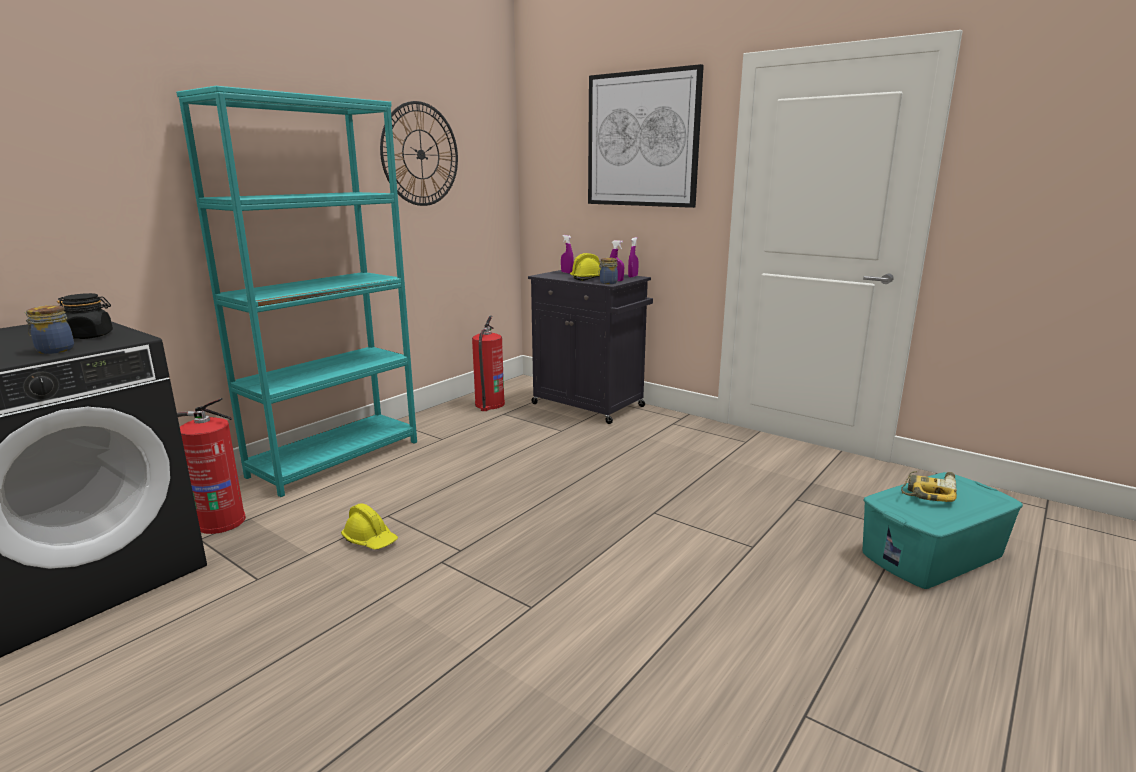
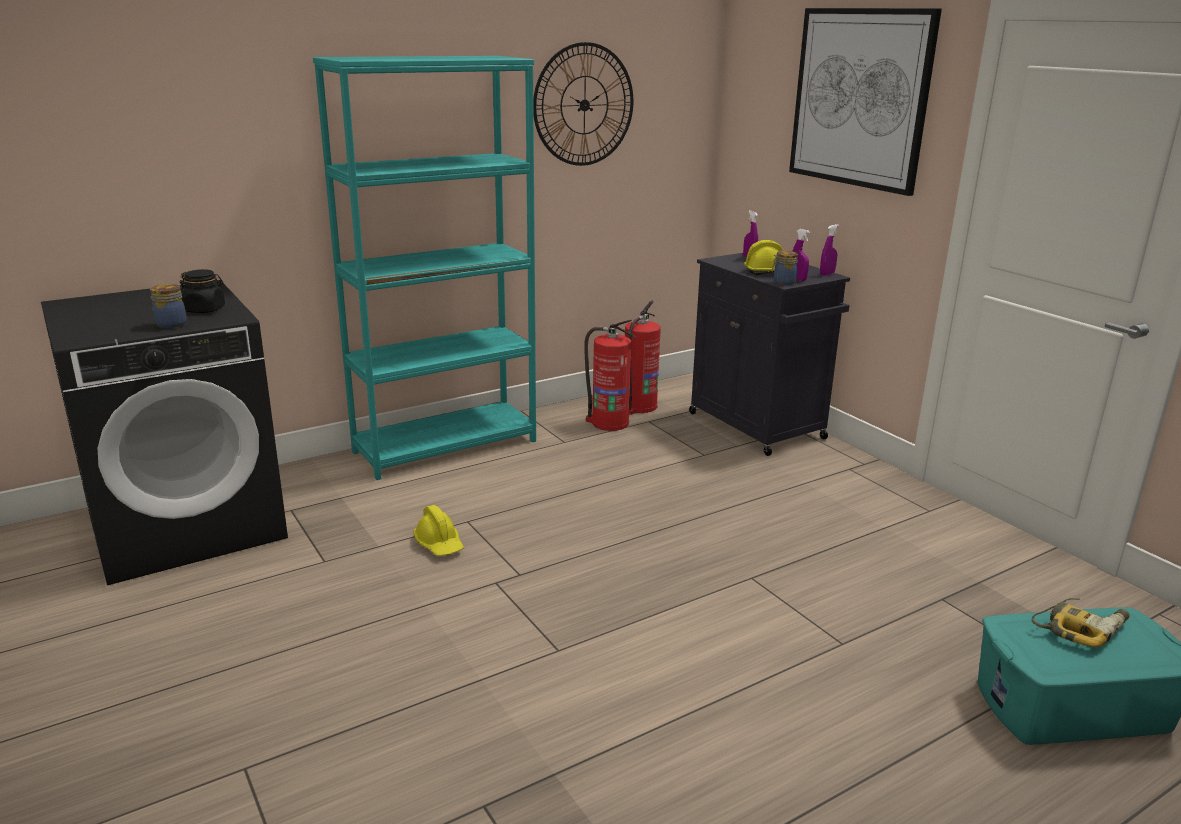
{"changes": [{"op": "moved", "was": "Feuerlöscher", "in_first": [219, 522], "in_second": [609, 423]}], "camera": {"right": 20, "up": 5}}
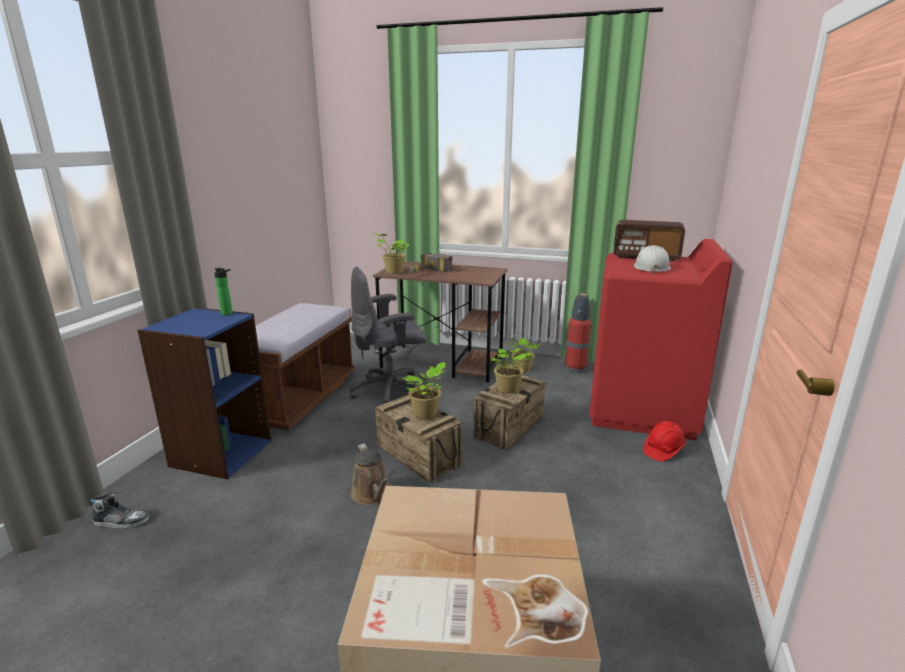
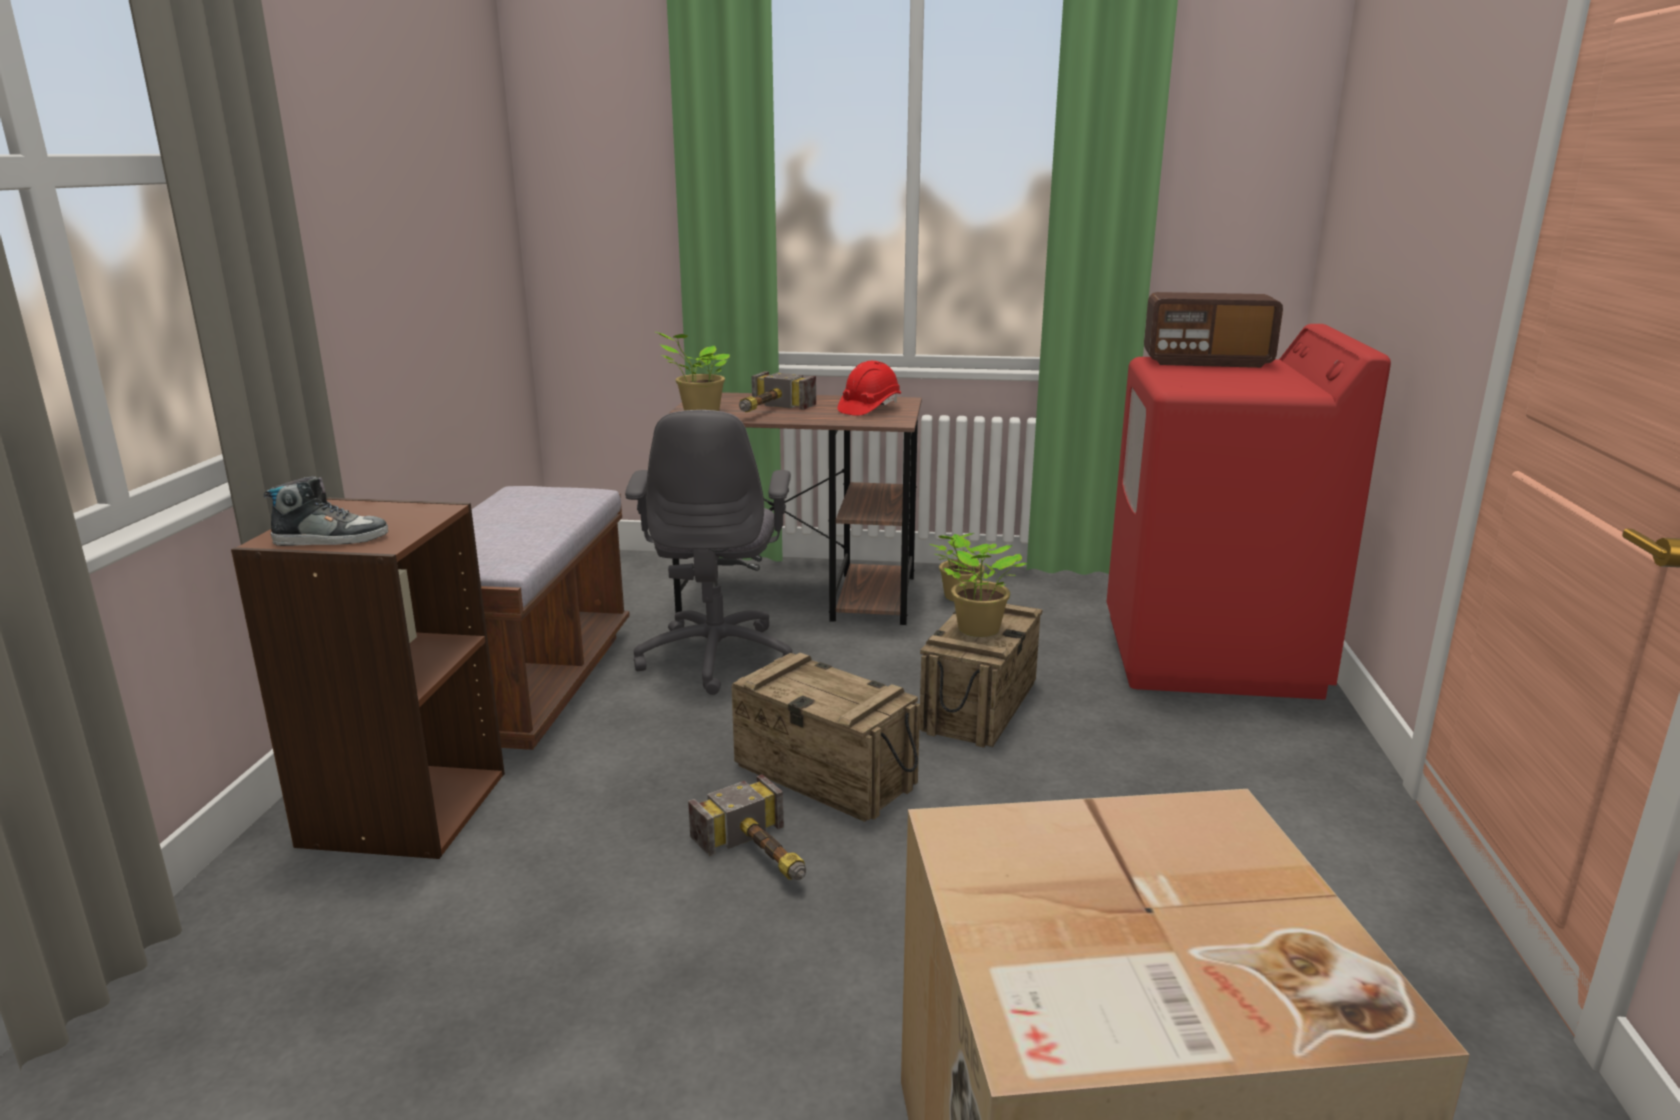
{"changes": [{"op": "moved", "was": "Schuh", "in_first": [121, 522], "in_second": [331, 539]}, {"op": "recoloured", "was": "Bücherregal [blau]", "now": "Bücherregal [braun]", "in_first": [220, 453], "in_second": [402, 808]}, {"op": "removed", "was": "Flasche", "in_first": [228, 313]}, {"op": "turned", "was": "Bürostuhl [grau]", "in_first": [391, 391], "in_second": [717, 656], "clockwise": -60}, {"op": "replaced", "was": "Gießkanne [braun]", "now": "Hammer", "in_first": [372, 495], "in_second": [763, 857]}, {"op": "removed", "was": "Topfpflanze", "in_first": [426, 413]}, {"op": "removed", "was": "Feuerlöscher", "in_first": [576, 369]}, {"op": "removed", "was": "Schutzhelm [weiß]", "in_first": [651, 267]}, {"op": "moved", "was": "Schutzhelm [rot]", "in_first": [663, 450], "in_second": [869, 409]}], "camera": {"right": -10, "up": 0}}
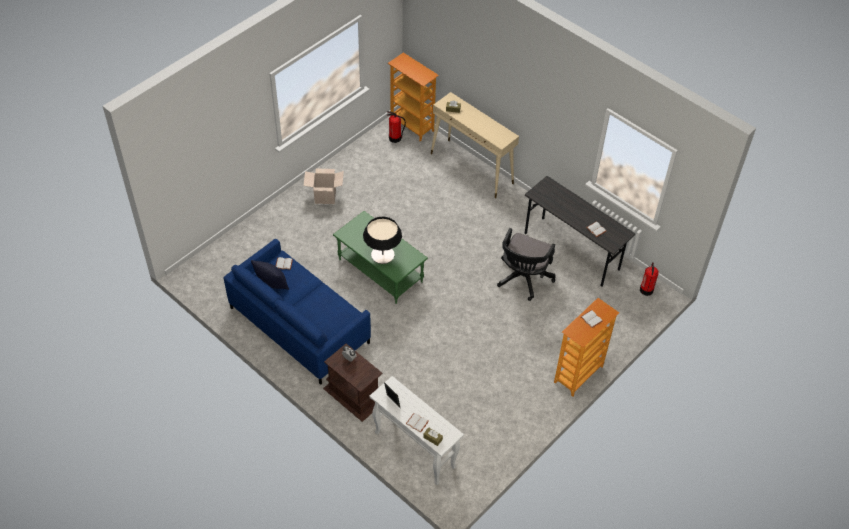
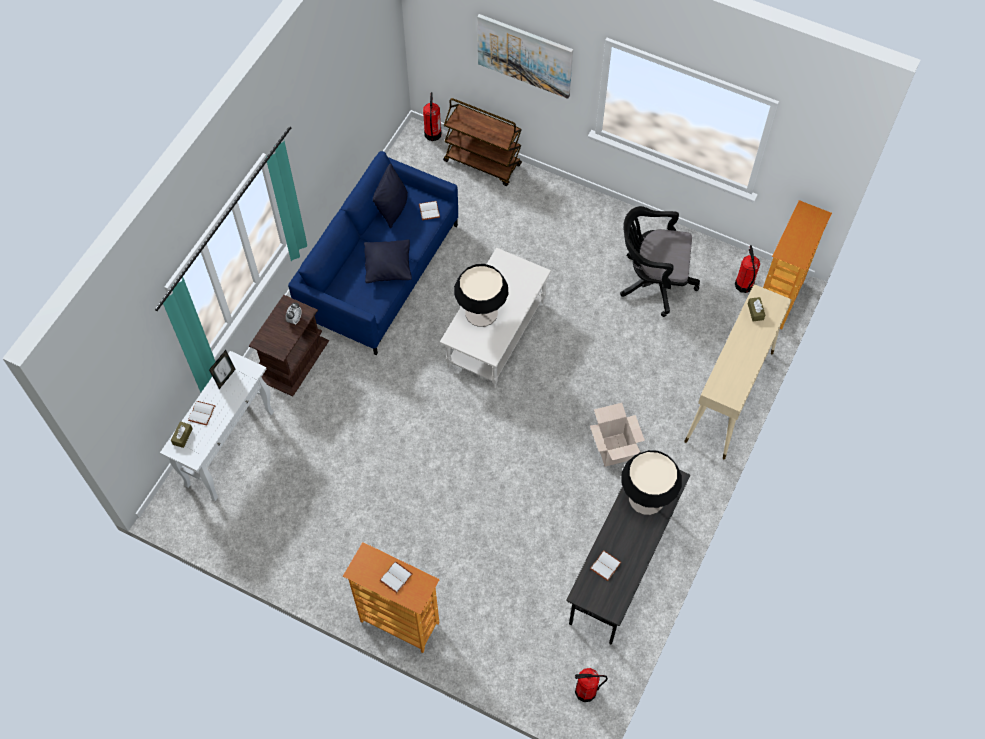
{"changes": [{"op": "moved", "was": "Karton", "in_first": [325, 196], "in_second": [614, 449]}, {"op": "recoloured", "was": "Couchtisch [grün]", "now": "Couchtisch [weiß]", "in_first": [379, 271], "in_second": [495, 333]}, {"op": "moved", "was": "Bürostuhl [schwarz]", "in_first": [523, 279], "in_second": [652, 282]}, {"op": "added", "now": "Kissen [schwarz]", "in_second": [388, 268]}, {"op": "added", "now": "Feuerlöscher", "in_second": [432, 134]}, {"op": "added", "now": "Rollwagen [braun]", "in_second": [483, 163]}, {"op": "added", "now": "Bild", "in_second": [525, 55]}, {"op": "added", "now": "Tischlampe", "in_second": [646, 498]}], "camera": {"right": 75, "up": 10}}
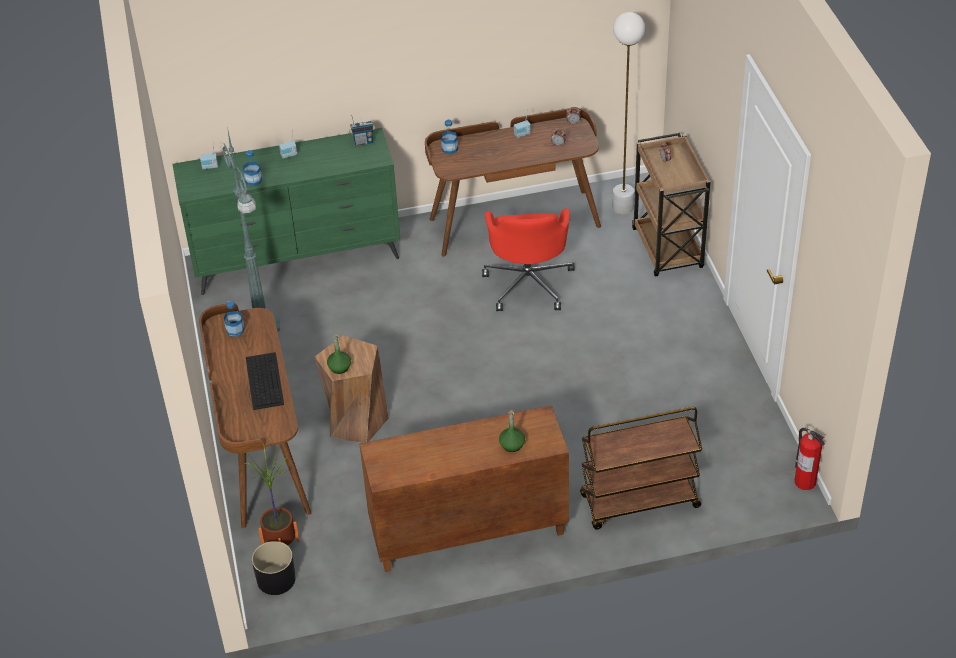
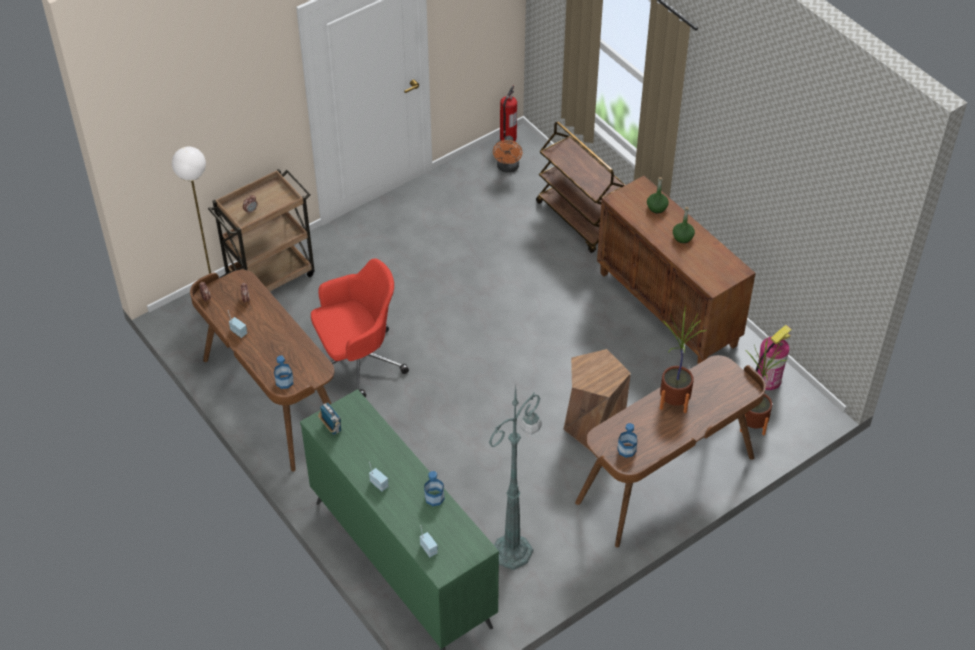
{"changes": [{"op": "replaced", "was": "Tastatur", "now": "Topfpflanze", "in_first": [264, 380], "in_second": [674, 401]}, {"op": "removed", "was": "Pflanzkübel [schwarz]", "in_first": [276, 579]}, {"op": "moved", "was": "Flasche [grün]", "in_first": [339, 367], "in_second": [683, 237]}, {"op": "added", "now": "Ventilator [orange]", "in_second": [507, 168]}, {"op": "added", "now": "Feuerlöscher", "in_second": [768, 379]}], "camera": {"right": -115, "up": 5}}
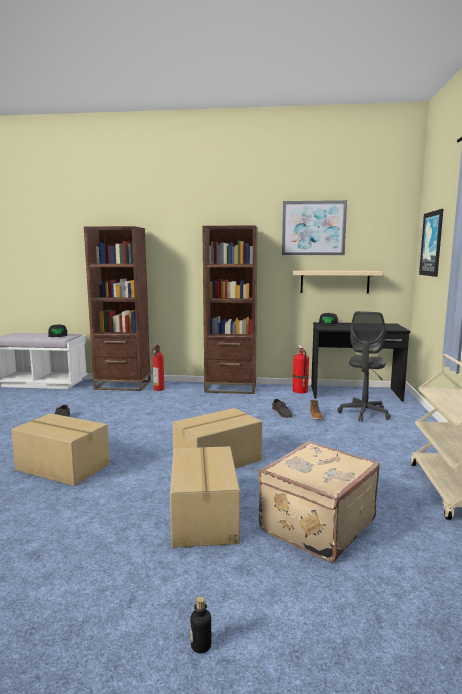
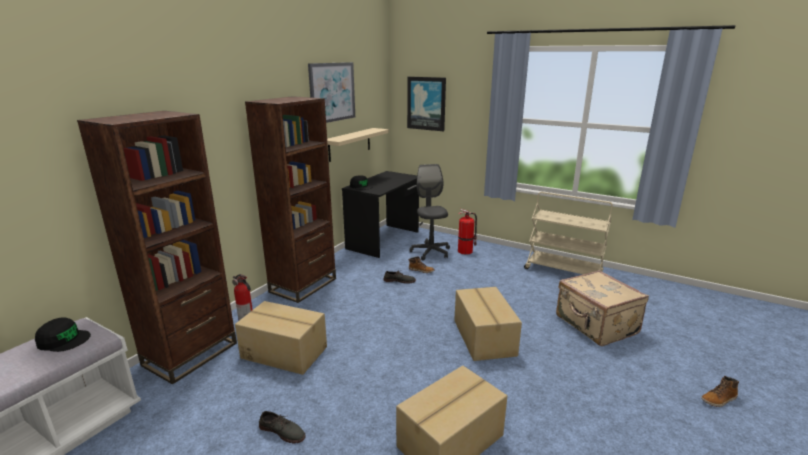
{"changes": [{"op": "moved", "was": "Karton", "in_first": [205, 516], "in_second": [284, 352]}, {"op": "replaced", "was": "Flasche", "now": "Stiefel", "in_first": [201, 645], "in_second": [719, 399]}, {"op": "moved", "was": "Feuerlöscher", "in_first": [300, 391], "in_second": [466, 251]}, {"op": "turned", "was": "Bürostuhl [grau]", "in_first": [364, 414], "in_second": [430, 252], "clockwise": -150}], "camera": {"right": -65, "up": 10}}
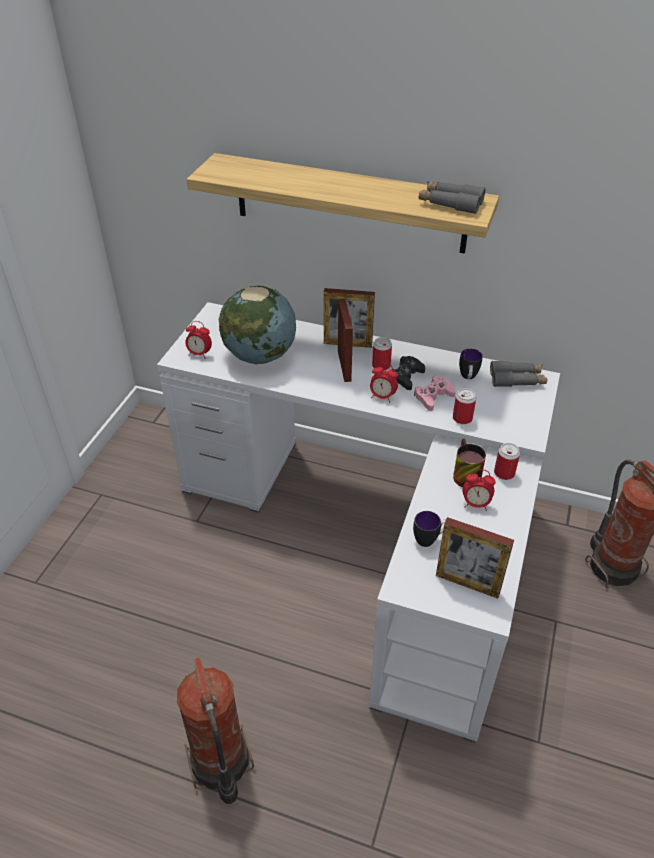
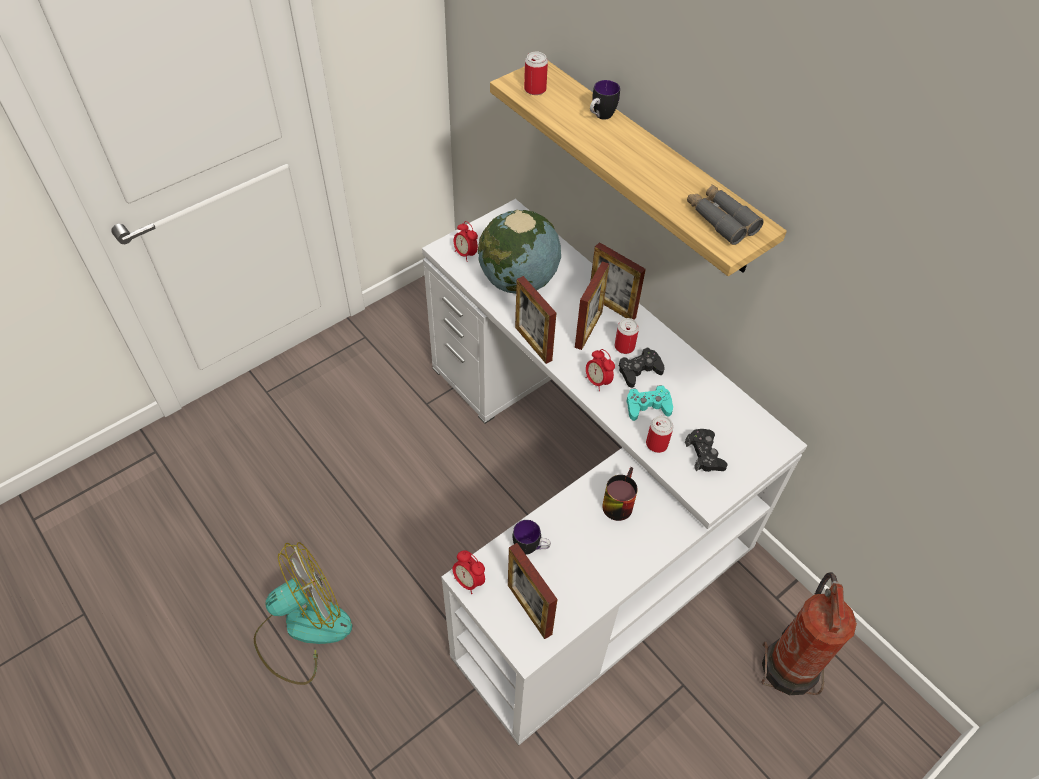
{"changes": [{"op": "replaced", "was": "Feuerlöscher", "now": "Ventilator", "in_first": [220, 764], "in_second": [302, 629]}, {"op": "recoloured", "was": "Gamepad [rosa]", "now": "Gamepad [türkis]", "in_first": [433, 397], "in_second": [647, 406]}, {"op": "moved", "was": "Henkelbecher", "in_first": [468, 378], "in_second": [600, 117]}, {"op": "moved", "was": "Wecker", "in_first": [475, 504], "in_second": [469, 581]}, {"op": "removed", "was": "Fernglas [grau]", "in_first": [517, 379]}, {"op": "moved", "was": "Dose", "in_first": [504, 473], "in_second": [535, 89]}, {"op": "added", "now": "Bilderrahmen", "in_second": [533, 343]}, {"op": "added", "now": "Gamepad [schwarz]", "in_second": [704, 454]}], "camera": {"right": 30, "up": 10}}
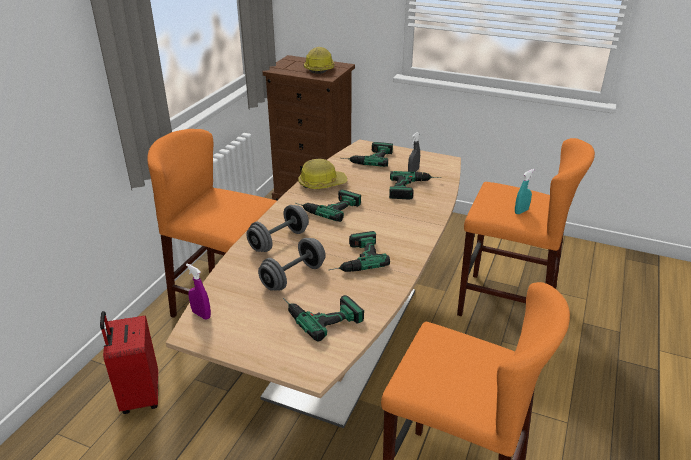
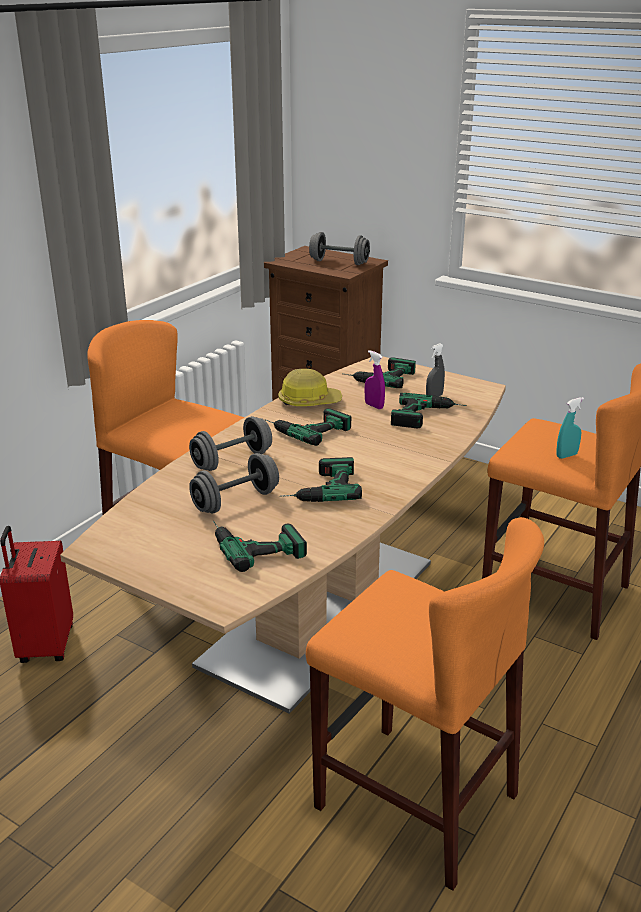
{"changes": [{"op": "moved", "was": "Sprühflasche [lila]", "in_first": [201, 314], "in_second": [374, 406]}, {"op": "replaced", "was": "Schutzhelm", "now": "Hantel [grau]", "in_first": [319, 68], "in_second": [339, 262]}], "camera": {"right": 10, "up": -5}}
